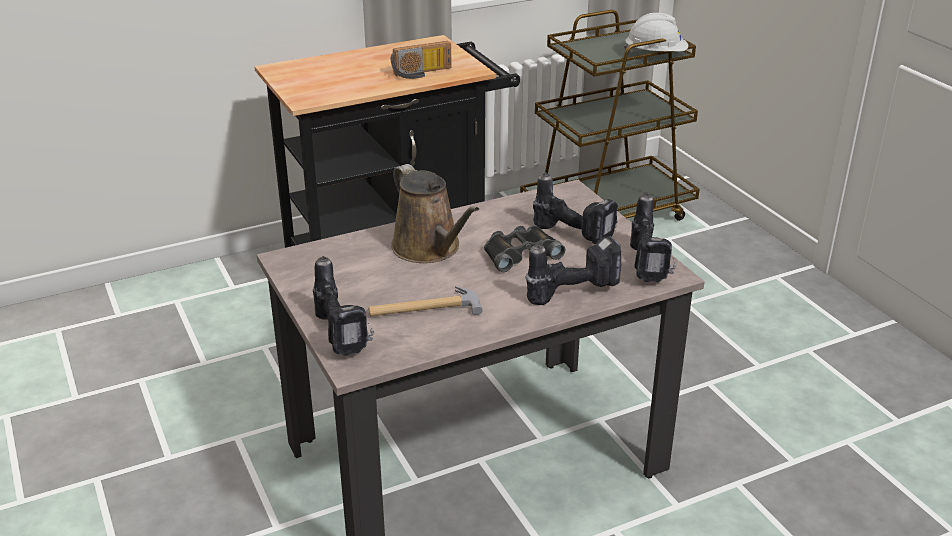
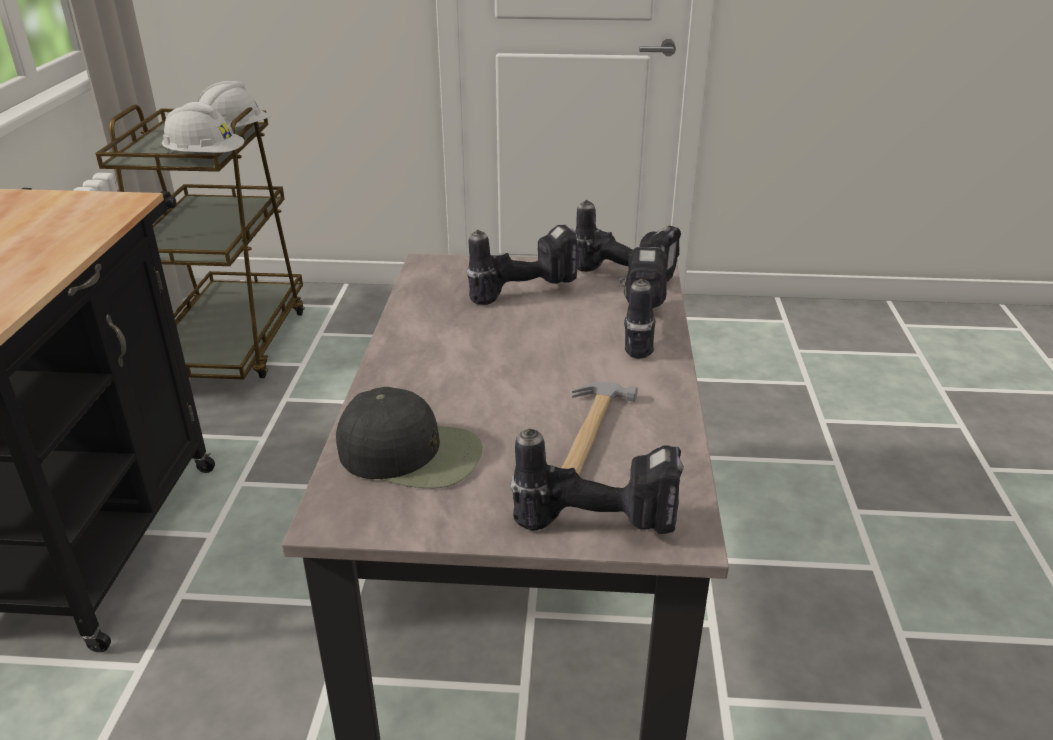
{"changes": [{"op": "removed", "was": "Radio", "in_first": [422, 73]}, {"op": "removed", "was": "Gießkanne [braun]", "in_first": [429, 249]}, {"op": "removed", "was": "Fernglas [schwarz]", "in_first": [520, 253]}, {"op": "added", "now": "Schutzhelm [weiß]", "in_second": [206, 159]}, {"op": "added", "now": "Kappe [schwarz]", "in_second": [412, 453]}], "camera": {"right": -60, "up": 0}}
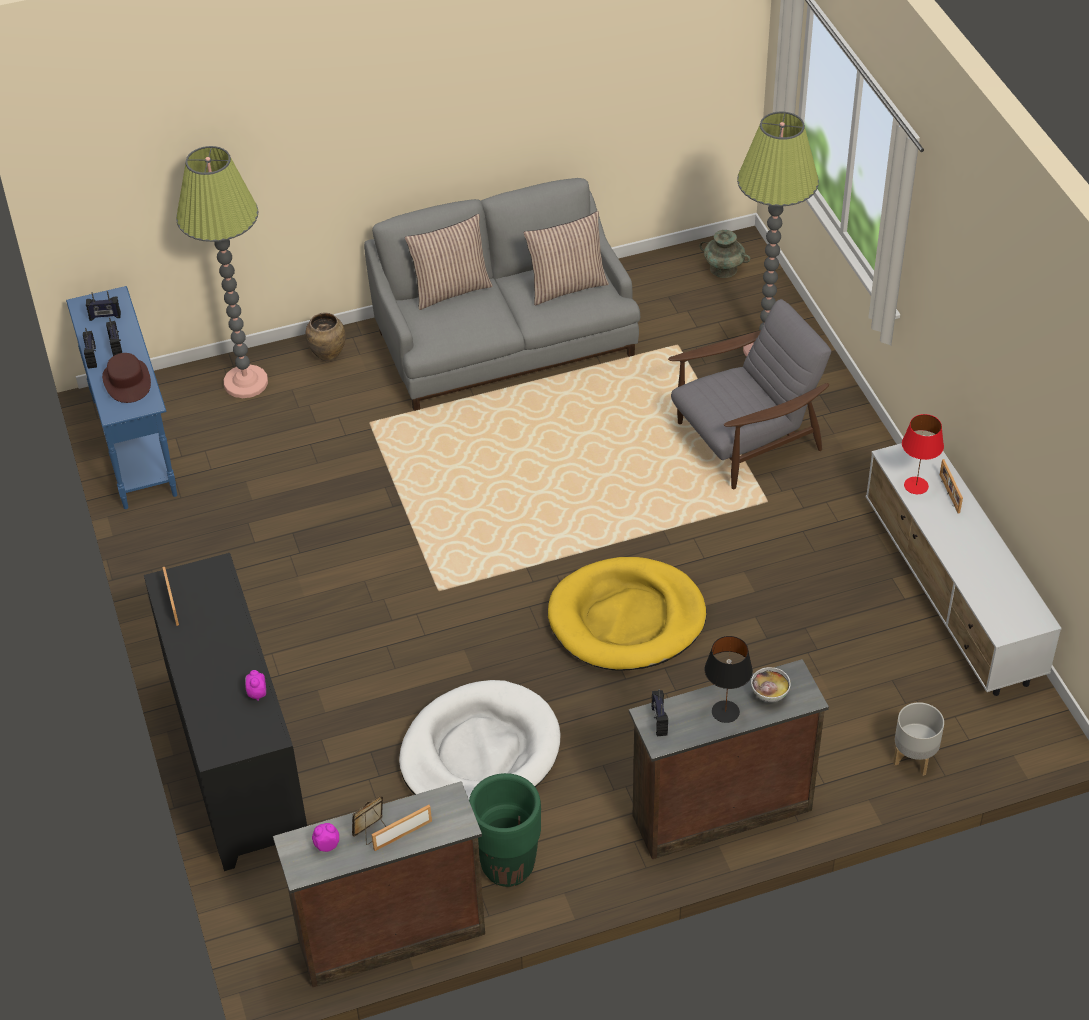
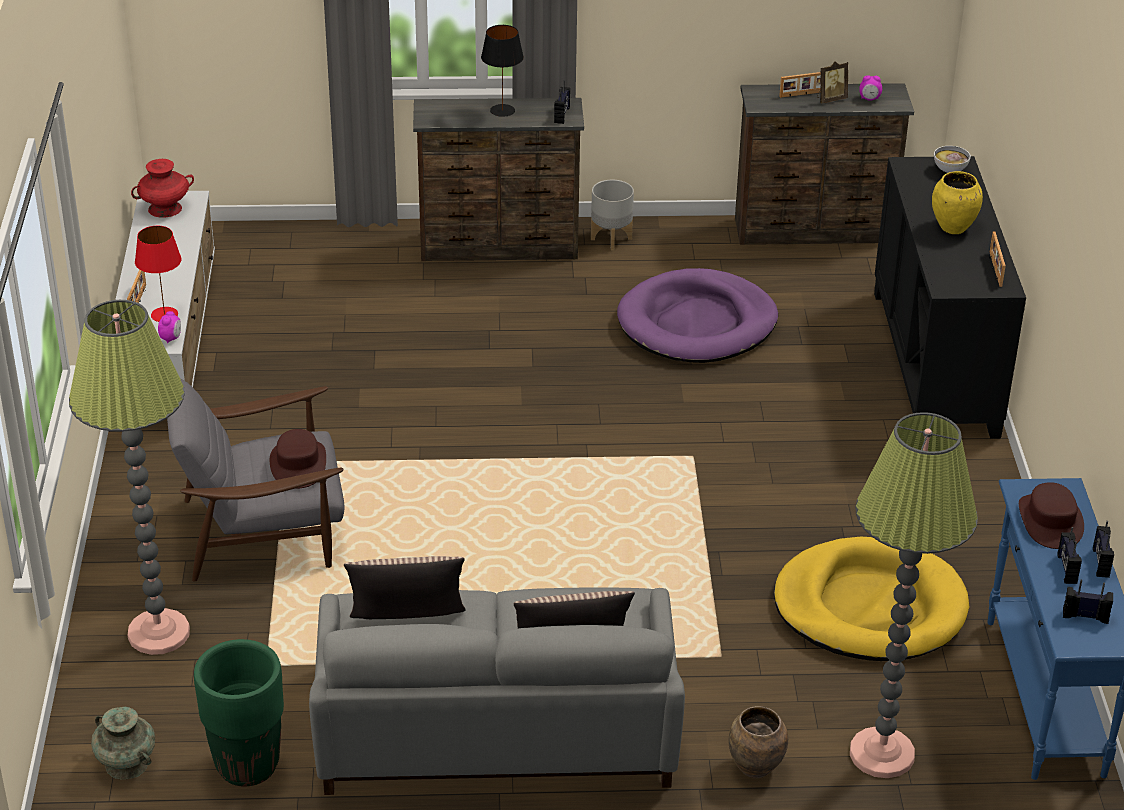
{"changes": [{"op": "moved", "was": "Wecker", "in_first": [257, 693], "in_second": [171, 338]}, {"op": "recoloured", "was": "Hundebett [weiß]", "now": "Hundebett [lila]", "in_first": [480, 753], "in_second": [697, 323]}, {"op": "moved", "was": "Pflanzkübel [grün]", "in_first": [508, 867], "in_second": [247, 765]}, {"op": "moved", "was": "Hundebett [gelb]", "in_first": [626, 619], "in_second": [869, 607]}, {"op": "moved", "was": "Schüssel", "in_first": [769, 694], "in_second": [950, 170]}, {"op": "moved", "was": "Pflanzkübel [grau]", "in_first": [914, 758], "in_second": [611, 238]}, {"op": "added", "now": "Vase [rot]", "in_second": [165, 209]}, {"op": "added", "now": "Hut [braun]", "in_second": [298, 464]}, {"op": "added", "now": "Vase [gelb]", "in_second": [953, 228]}], "camera": {"right": -165, "up": -10}}
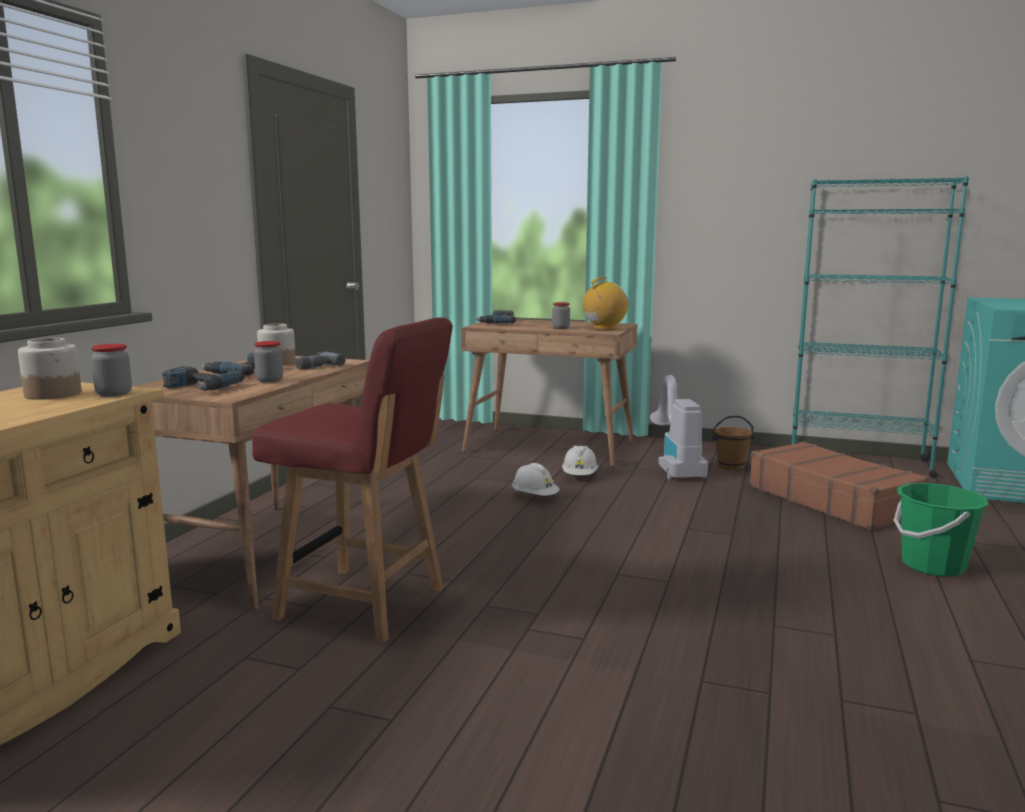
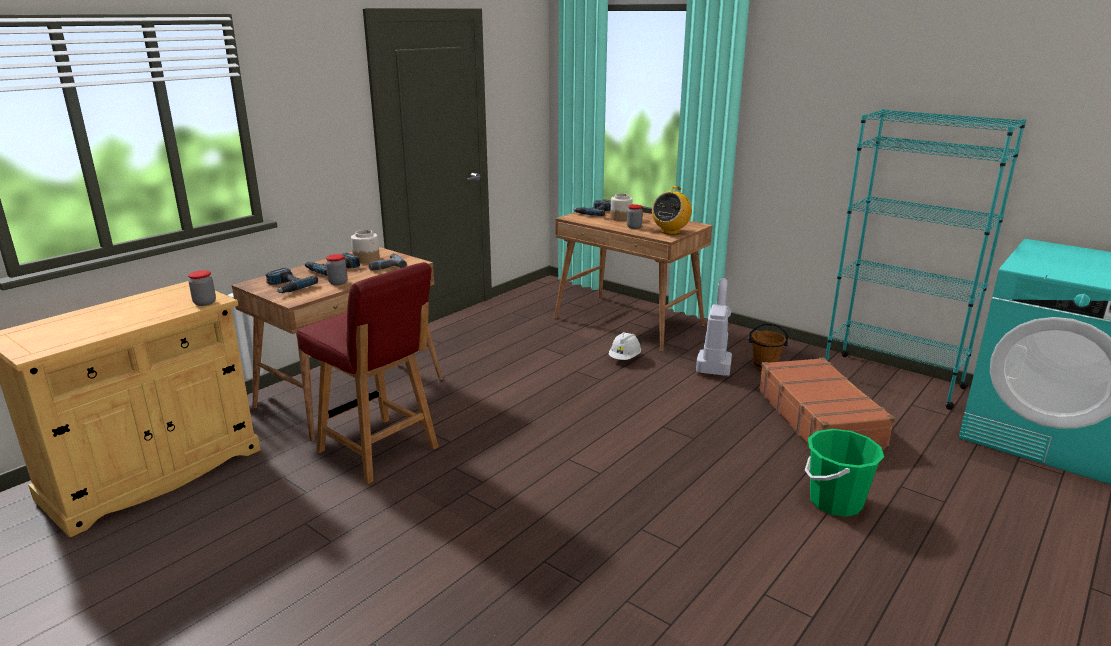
{"changes": [{"op": "moved", "was": "Vorratsglas", "in_first": [53, 394], "in_second": [621, 218]}, {"op": "removed", "was": "Schutzhelm [weiß]", "in_first": [535, 497]}, {"op": "turned", "was": "Radio", "in_first": [604, 328], "in_second": [670, 231], "clockwise": 135}], "camera": {"right": 20, "up": 10}}
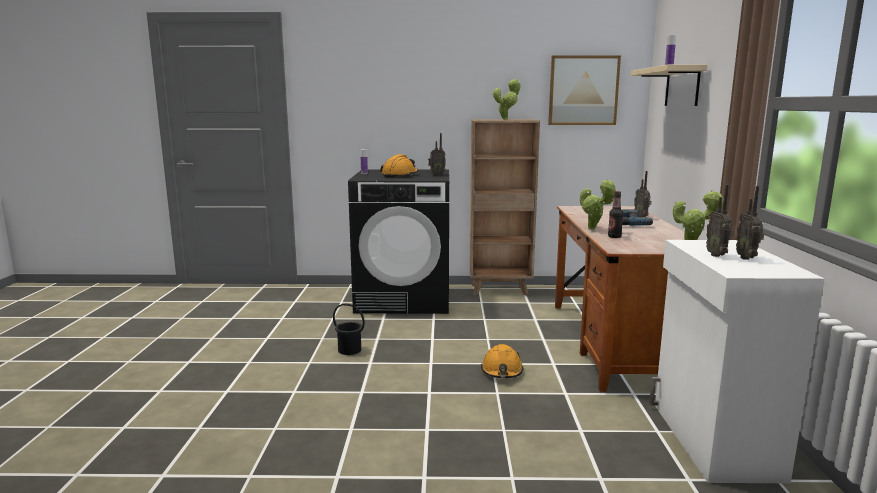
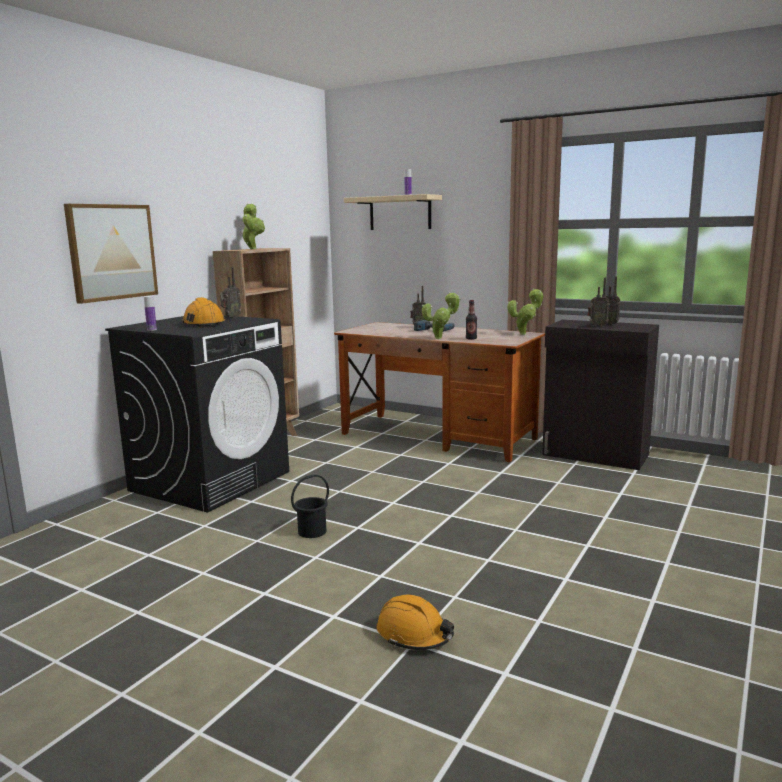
{"changes": [{"op": "moved", "was": "Schutzhelm [orange]", "in_first": [502, 371], "in_second": [414, 634]}, {"op": "moved", "was": "Bild", "in_first": [583, 90], "in_second": [112, 252]}, {"op": "recoloured", "was": "Schrank [weiß]", "now": "Schrank [schwarz]", "in_first": [712, 440], "in_second": [595, 455]}], "camera": {"right": -60, "up": 0}}
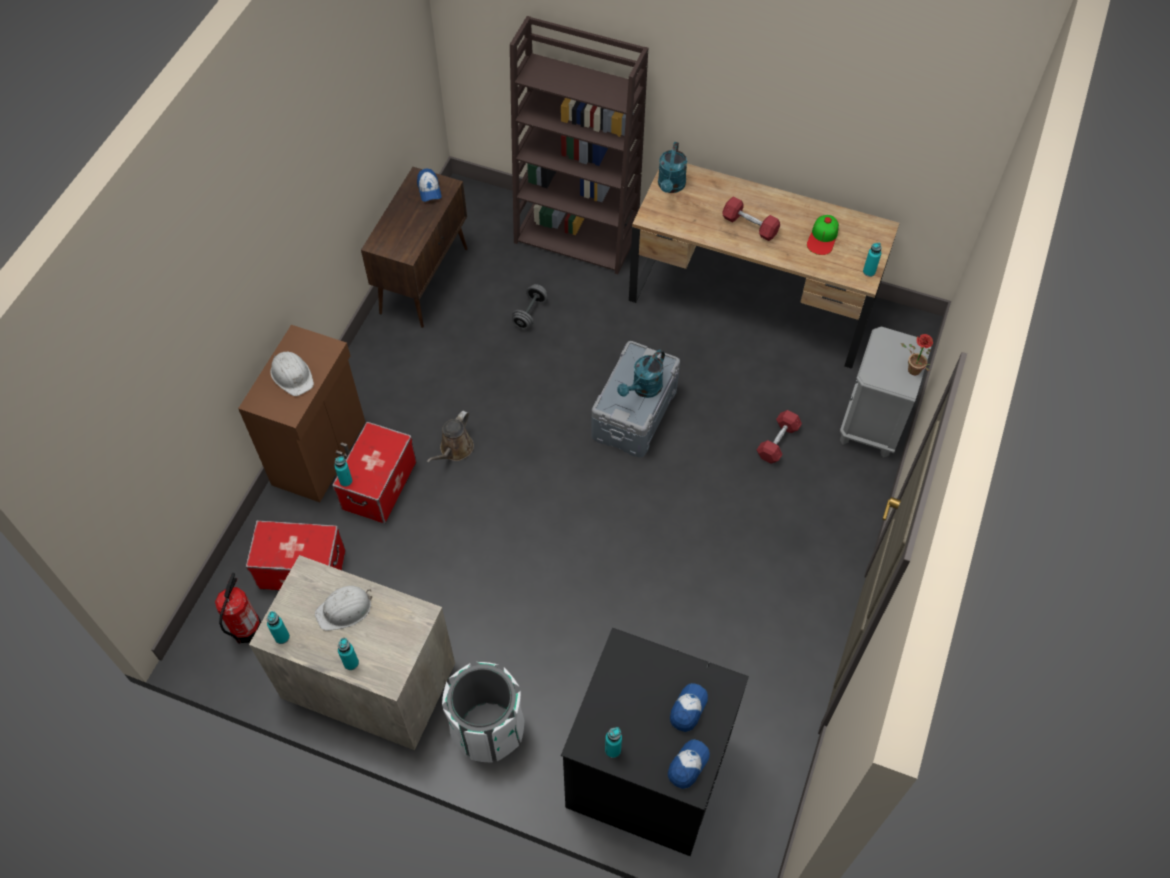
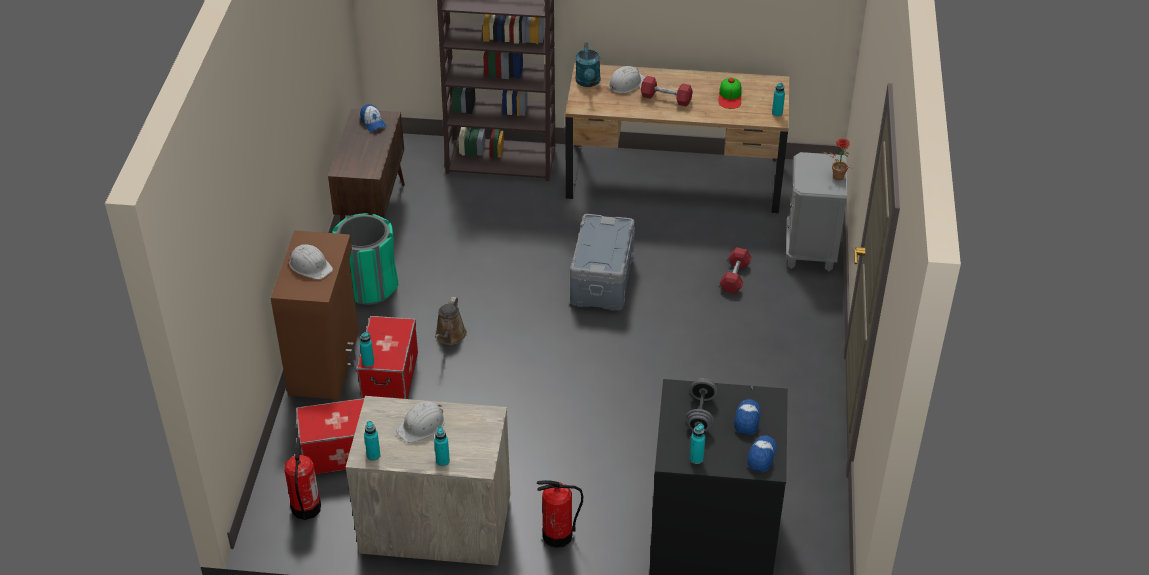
{"changes": [{"op": "replaced", "was": "Mülleimer [weiß]", "now": "Feuerlöscher", "in_first": [487, 729], "in_second": [558, 535]}, {"op": "moved", "was": "Hantel [grau]", "in_first": [530, 313], "in_second": [700, 414]}, {"op": "removed", "was": "Gießkanne [türkis]", "in_first": [643, 389]}, {"op": "added", "now": "Mülleimer [grün]", "in_second": [369, 286]}, {"op": "added", "now": "Schutzhelm [weiß]", "in_second": [626, 83]}], "camera": {"right": -15, "up": -15}}
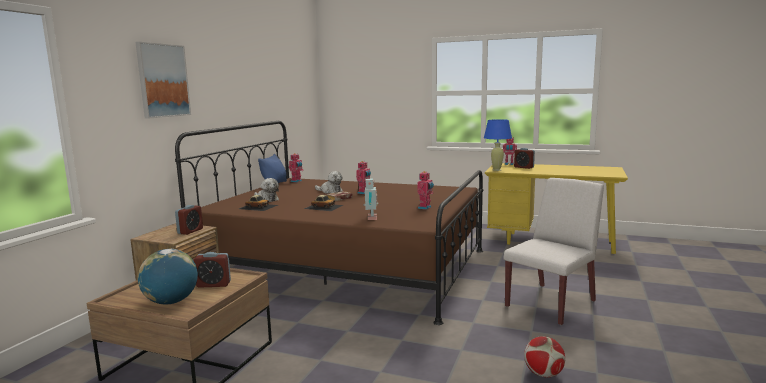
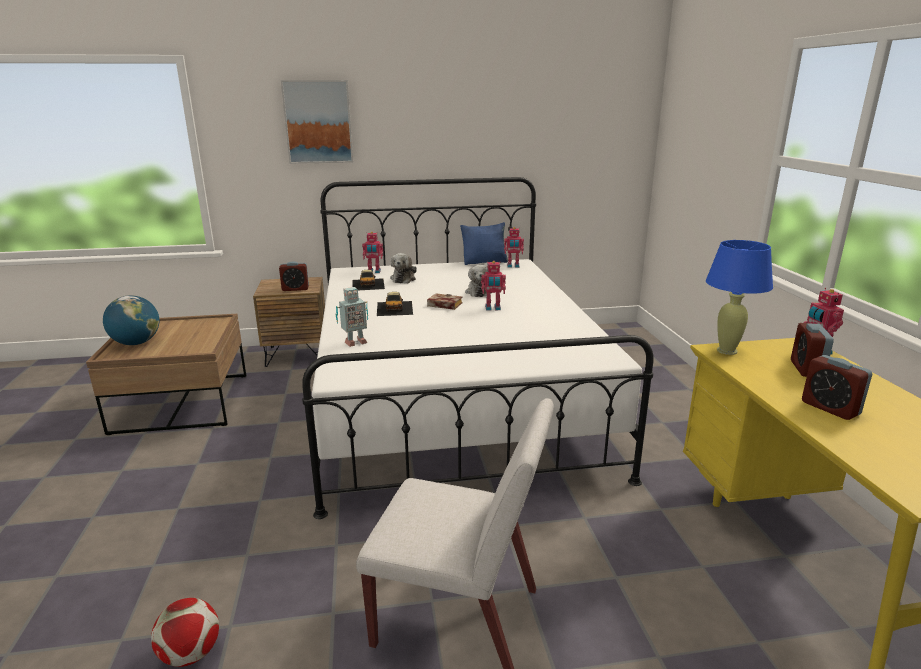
{"changes": [{"op": "recoloured", "was": "Bett [braun]", "now": "Bett [weiß]", "in_first": [346, 267], "in_second": [452, 398]}, {"op": "moved", "was": "Wecker", "in_first": [213, 284], "in_second": [830, 408]}, {"op": "moved", "was": "Spielzeugroboter", "in_first": [425, 208], "in_second": [374, 272]}], "camera": {"right": 60, "up": 10}}
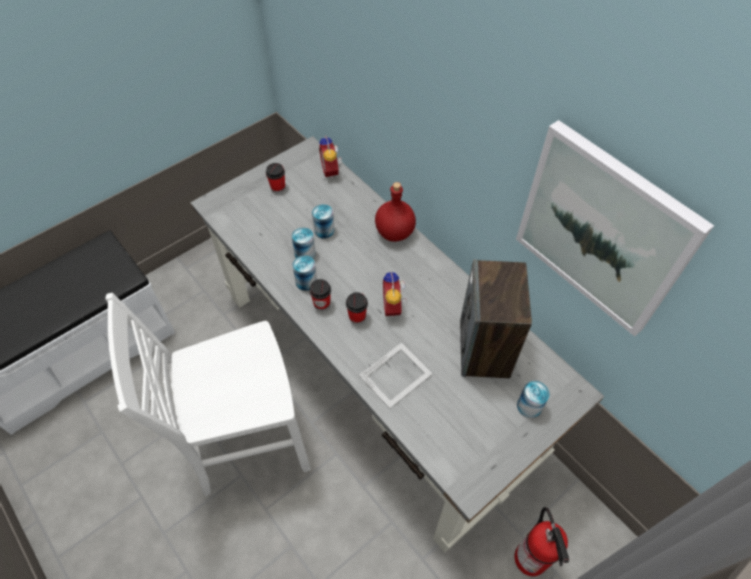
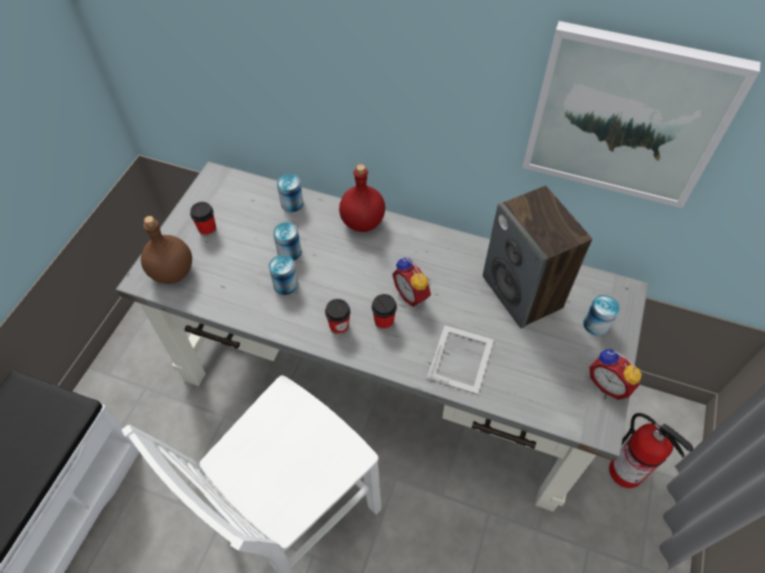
{"changes": [{"op": "moved", "was": "Dose", "in_first": [306, 281], "in_second": [292, 203]}, {"op": "moved", "was": "Wecker", "in_first": [332, 171], "in_second": [609, 383]}, {"op": "added", "now": "Flasche [braun]", "in_second": [173, 272]}], "camera": {"right": -30, "up": 0}}
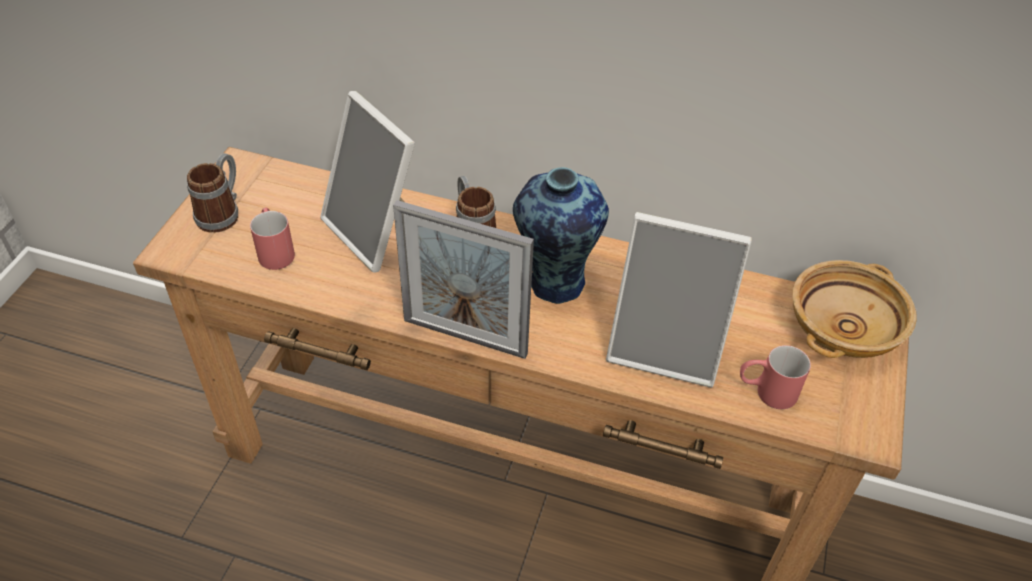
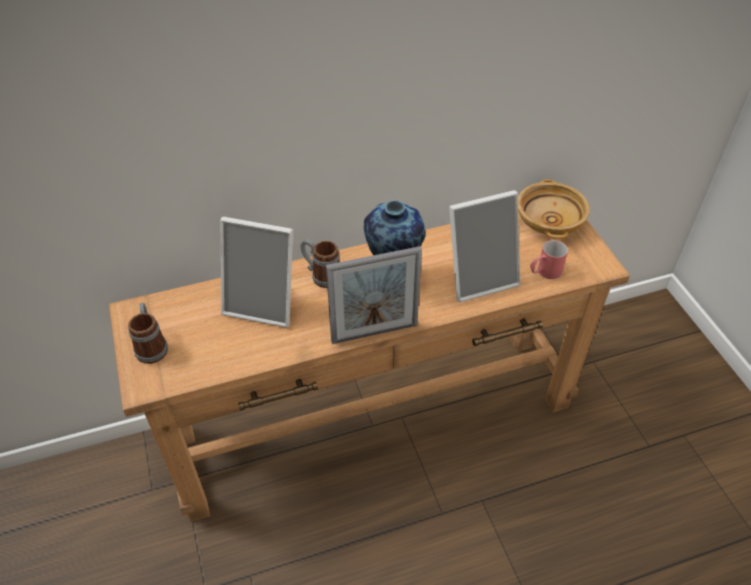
{"changes": [{"op": "removed", "was": "Henkelbecher [rot]", "in_first": [275, 250]}], "camera": {"right": -35, "up": 0}}
